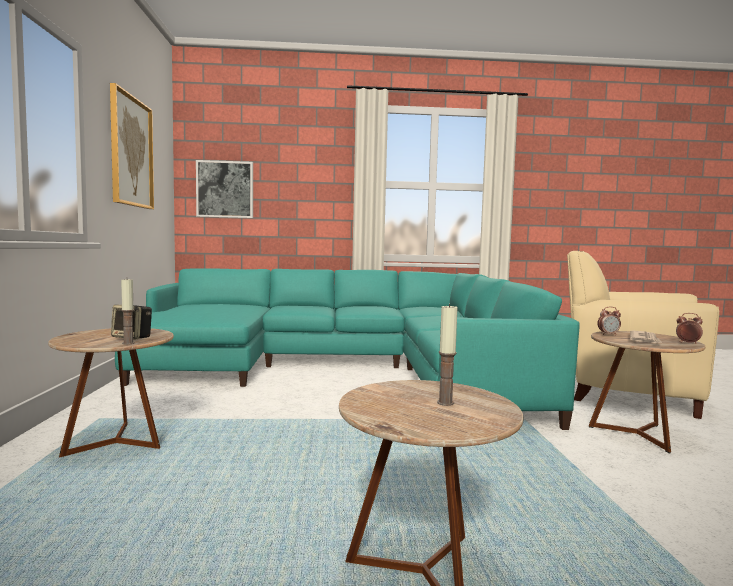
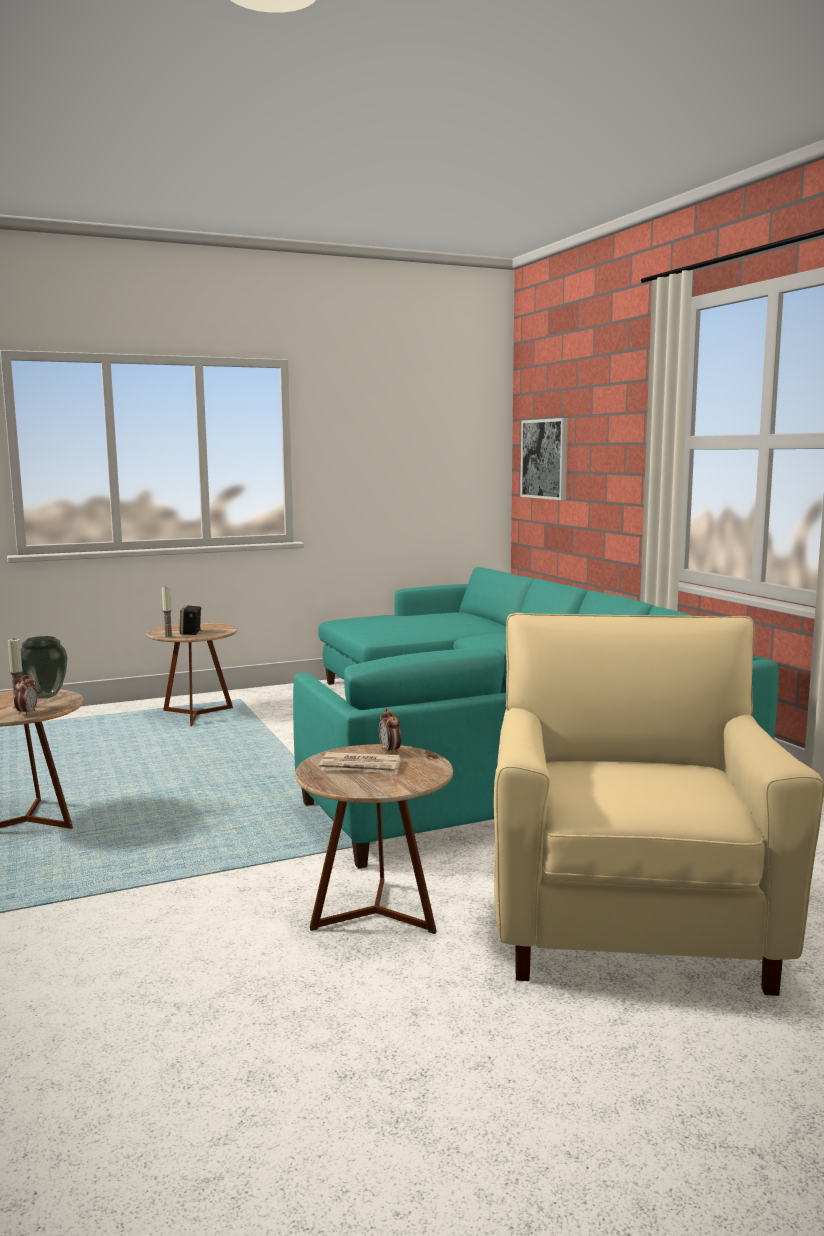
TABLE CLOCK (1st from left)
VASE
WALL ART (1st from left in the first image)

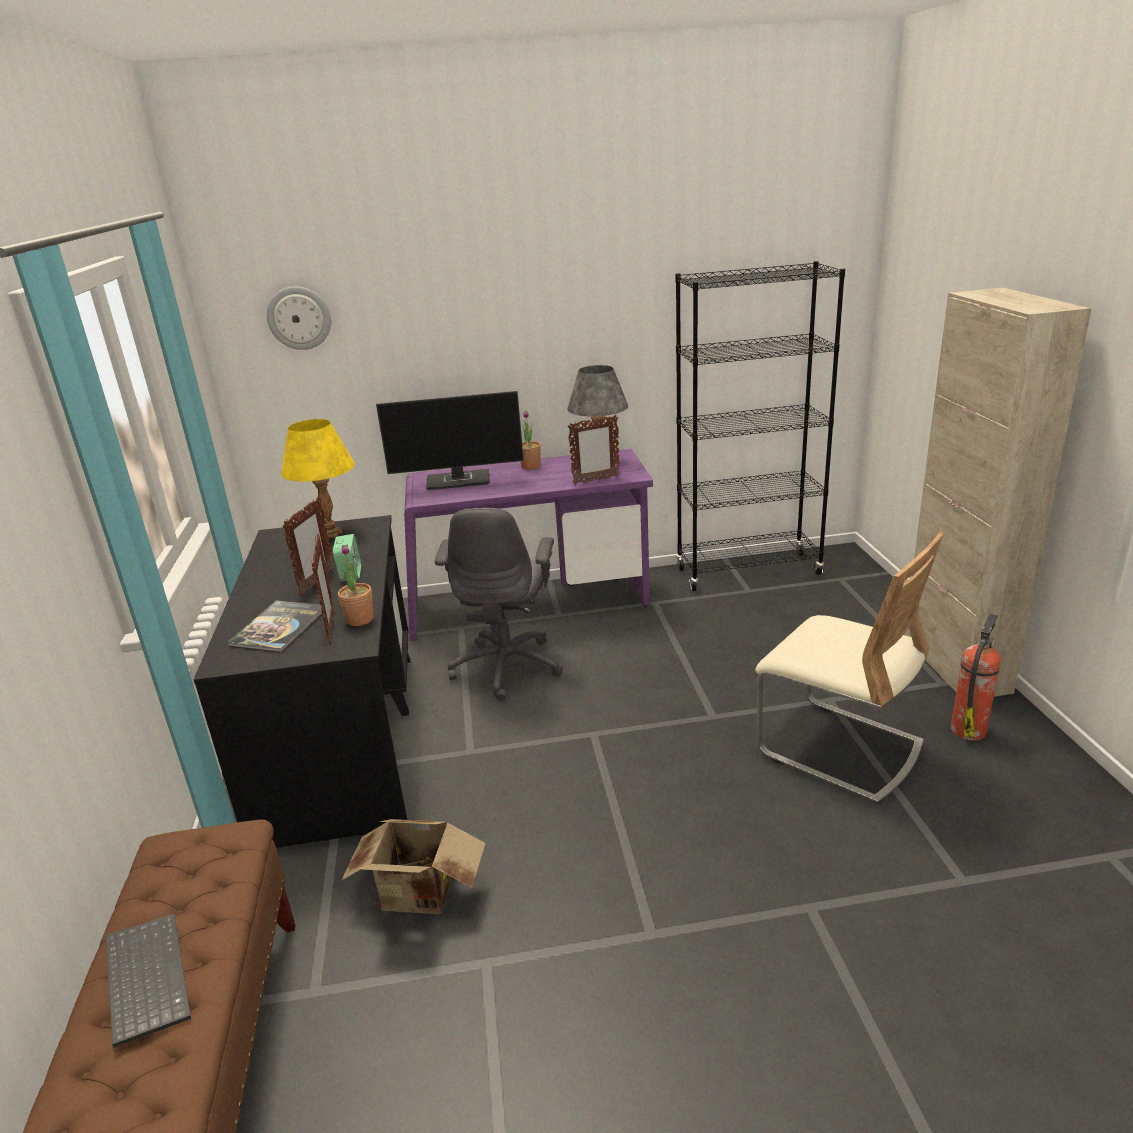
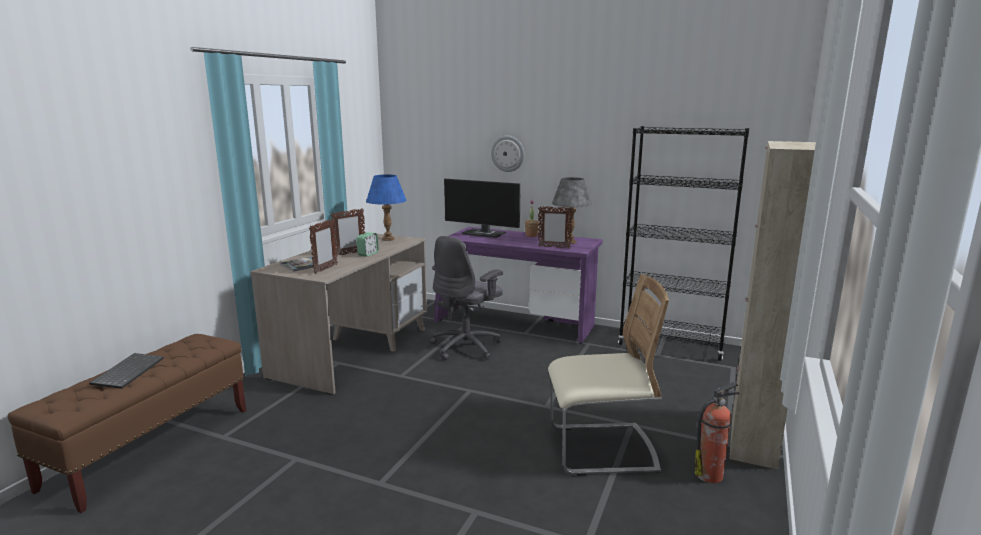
BEIGE-COLOURED DESK UNIT
BLUISH LAMP FOR A TABLE
CLOCK ON THE WALL
BEIGE-COLOURED UPRIGHT CHAIR
PLANT IN A POT (1st from left in the first image)
CARDBOARD BOX

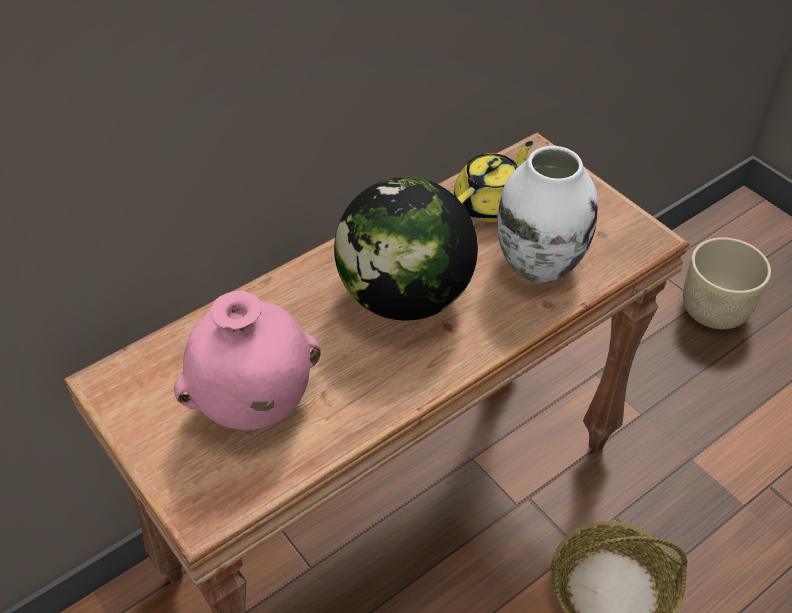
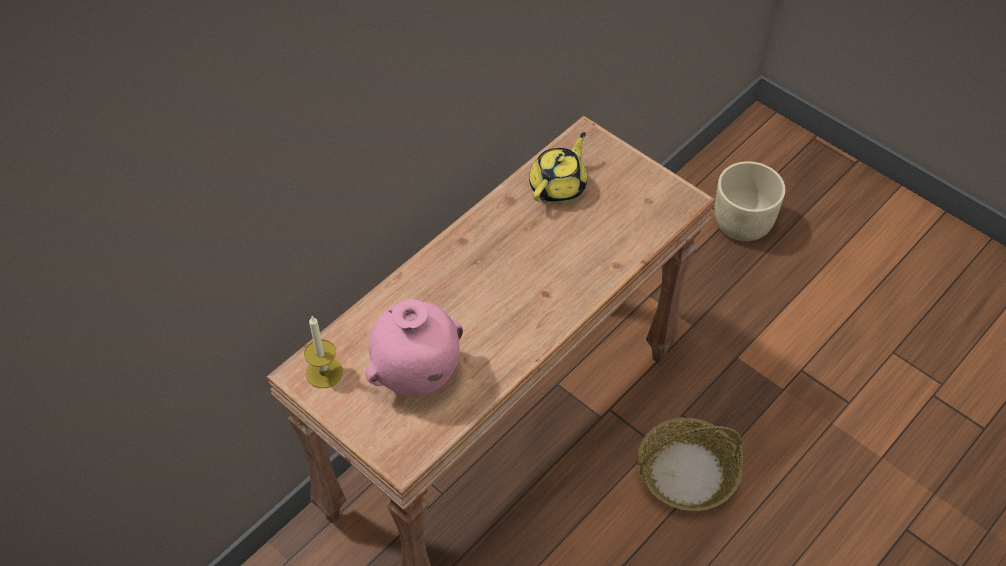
WAX LIGHT
WORLD GLOBE
WHITISH VASE

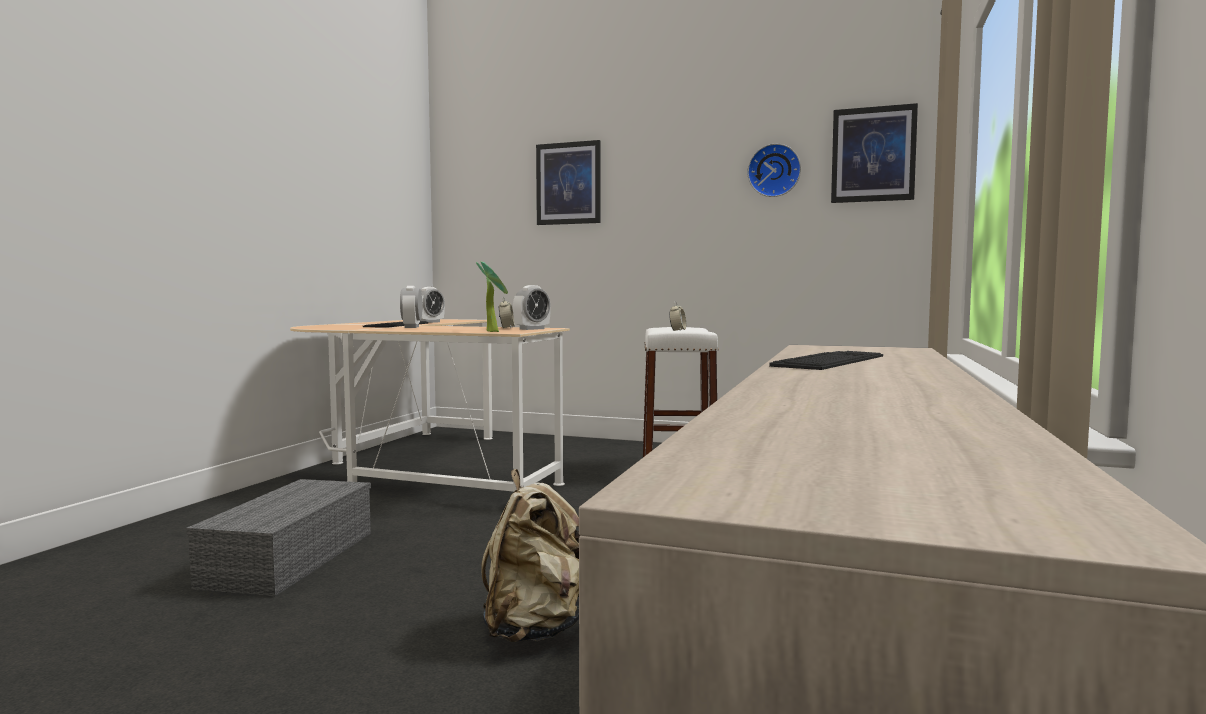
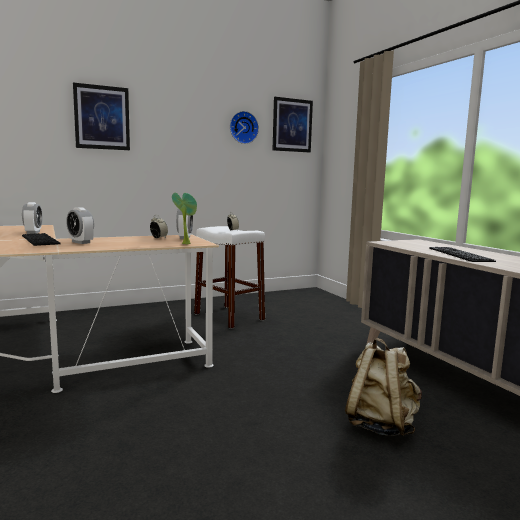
GRAY STORAGE BIN

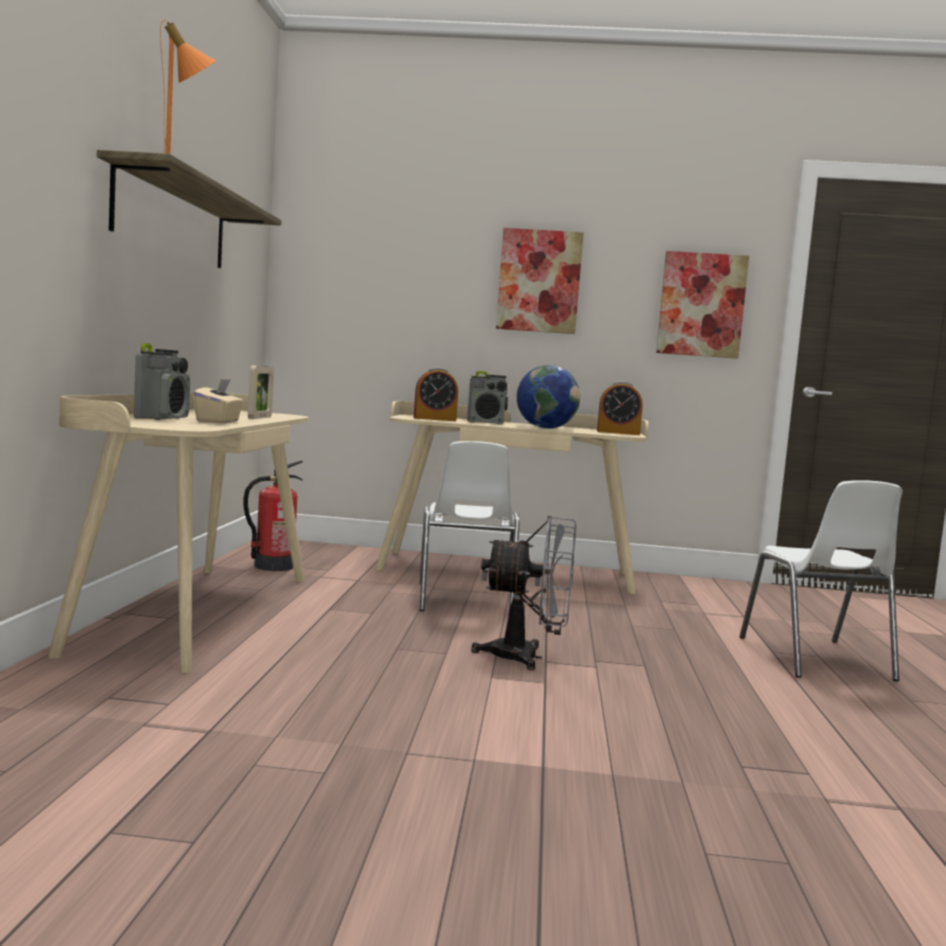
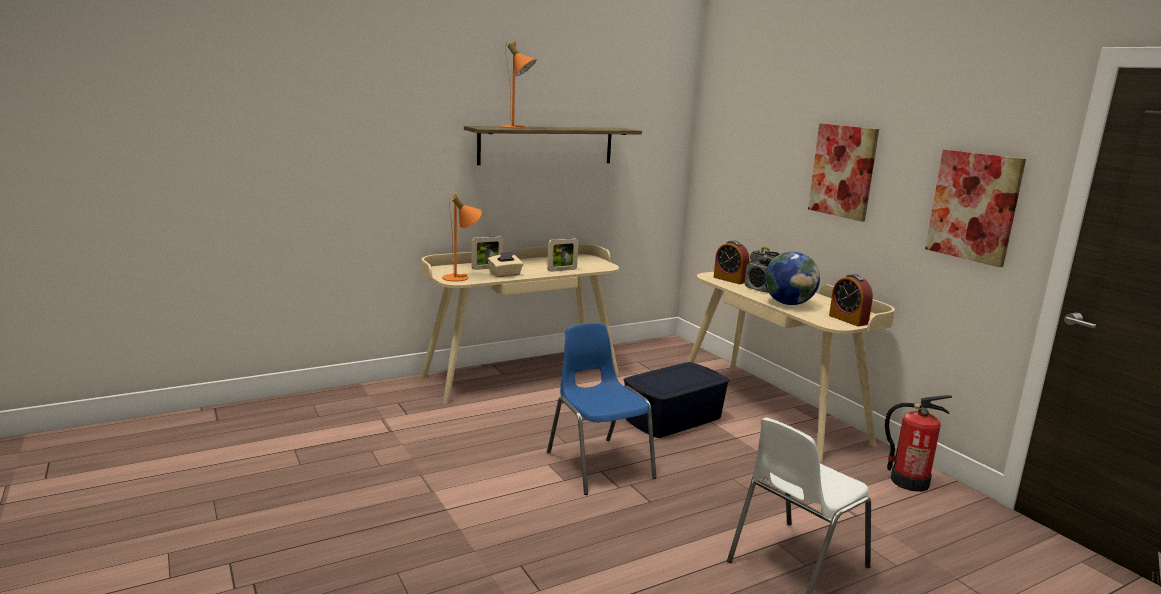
ORANGE LAMP FOR A TABLE (1st from left)
PHOTO FRAME (1st from left)
BLUISH UPRIGHT CHAIR
BLUISH STORAGE BIN
EXTINGUISHER

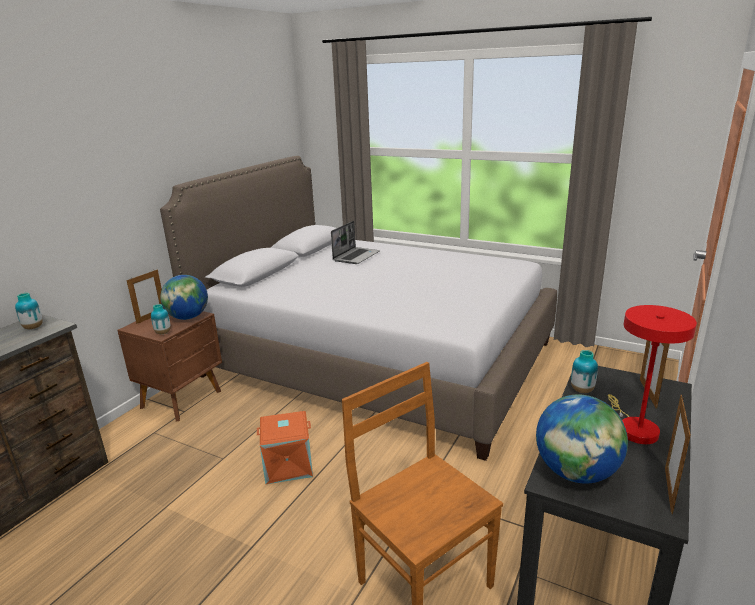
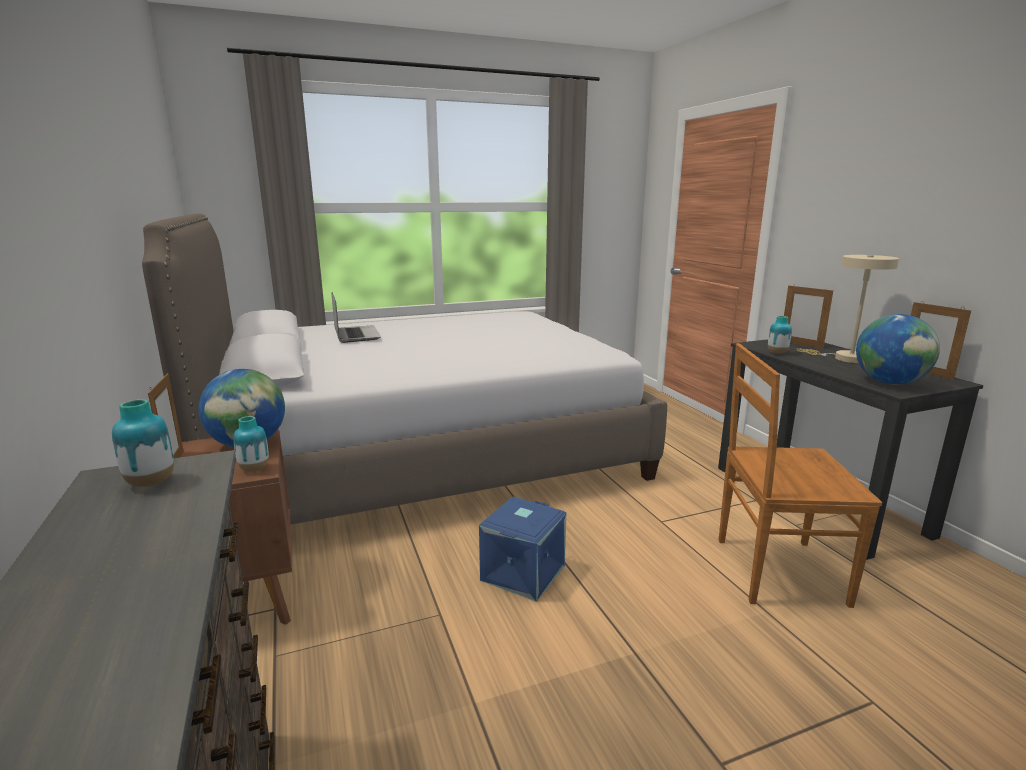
BLUISH STORAGE BIN
BEIGE-COLOURED LAMP FOR A TABLE

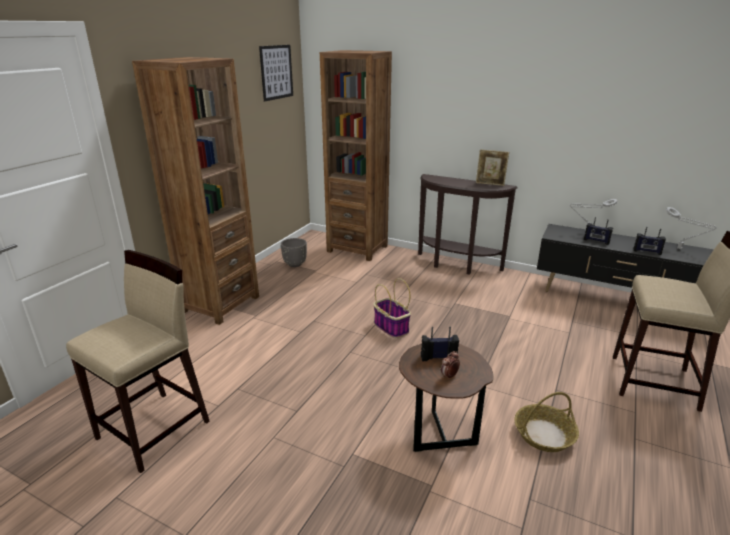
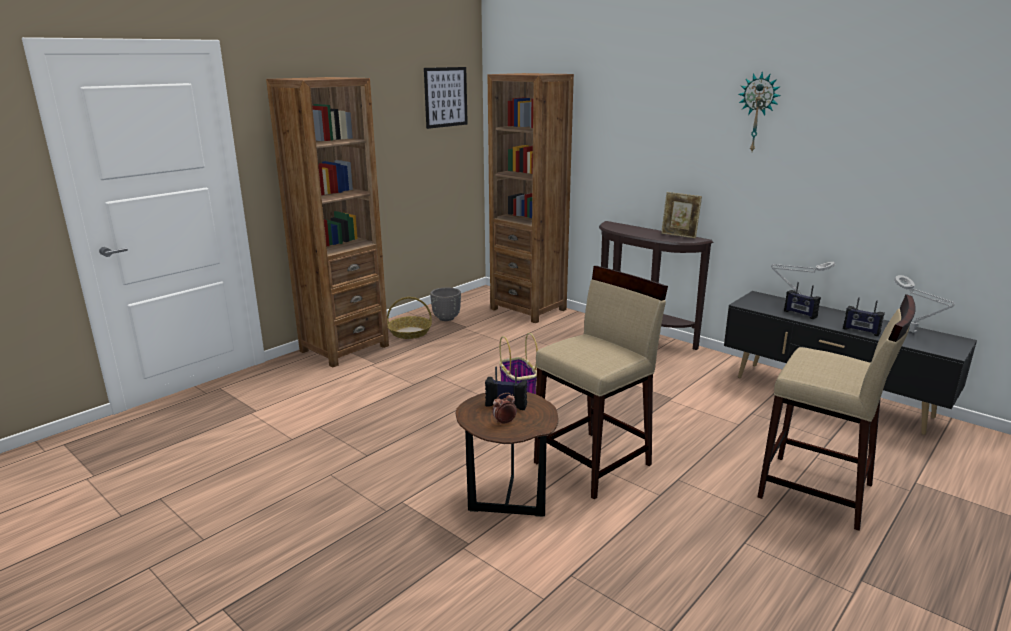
HOUSEHOLD BASKET (1st from left)
BEIGE-COLOURED STOOL SEAT (1st from left)
CLOCK ON THE WALL

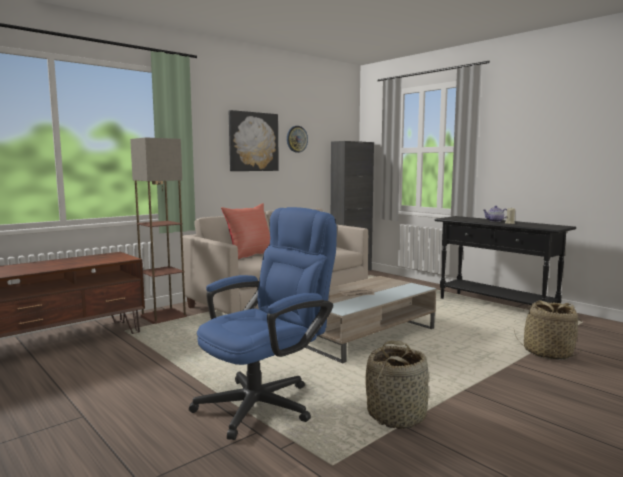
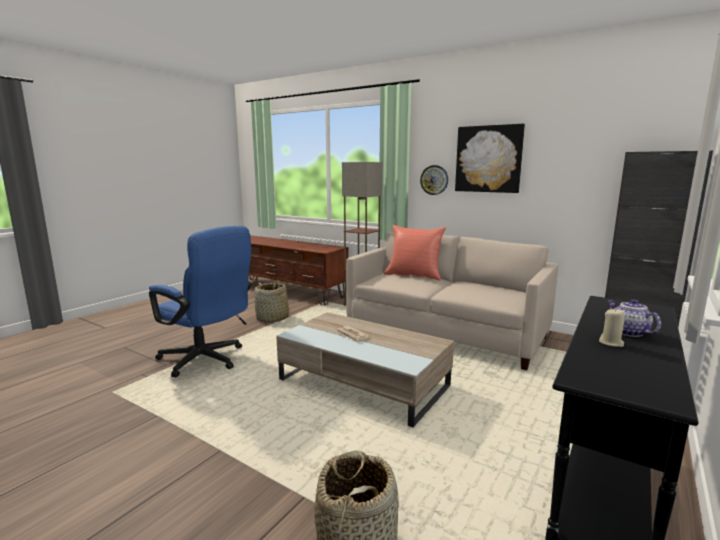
HOUSEHOLD BASKET (1st from left)
CLOCK ON THE WALL

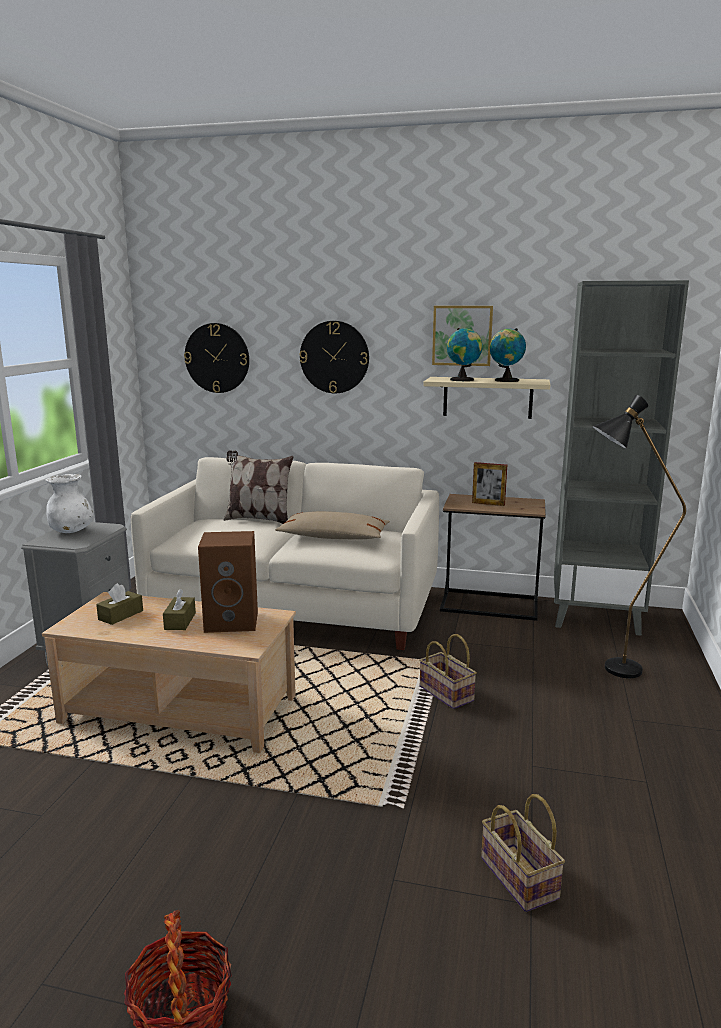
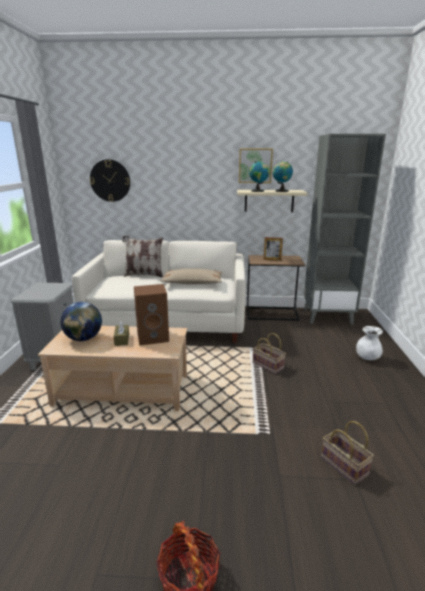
WORLD GLOBE (1st from left)
WHITISH VASE
CLOCK ON THE WALL (2nd from left in the first image)
BLACK STANDING LAMP

